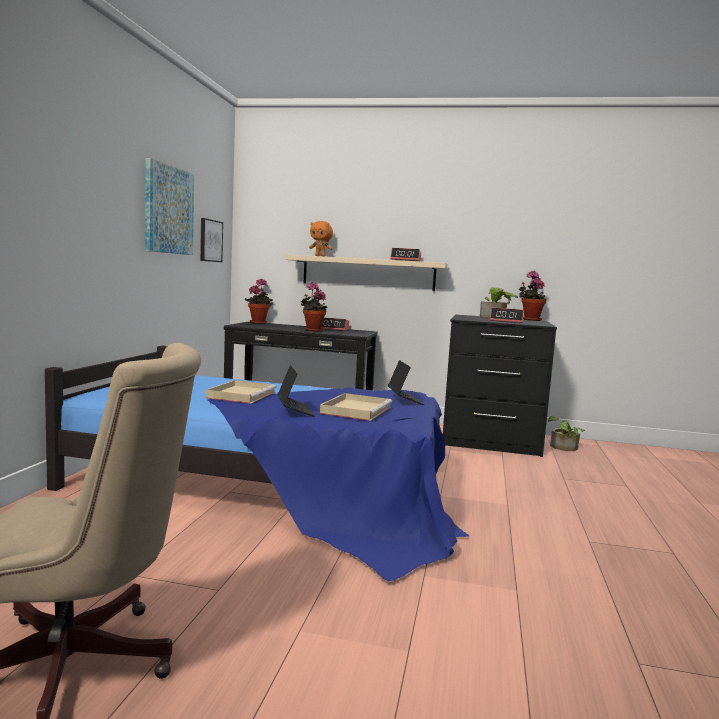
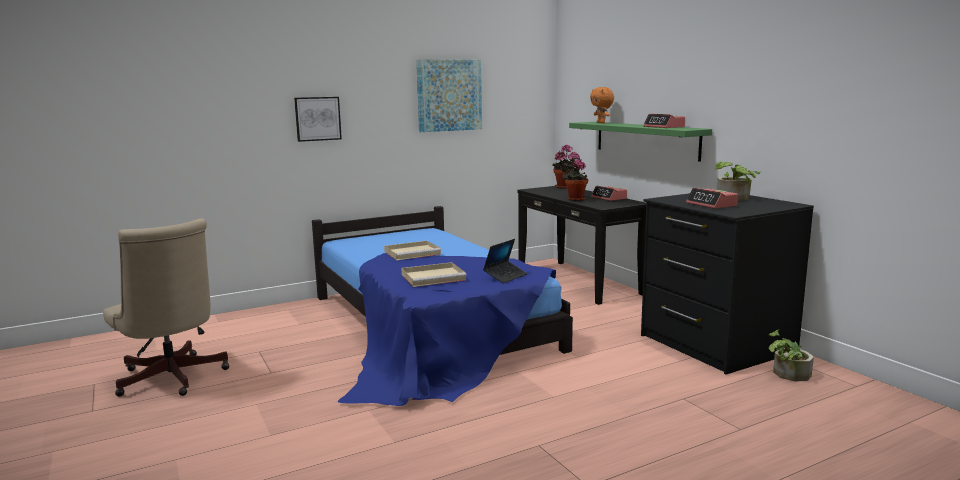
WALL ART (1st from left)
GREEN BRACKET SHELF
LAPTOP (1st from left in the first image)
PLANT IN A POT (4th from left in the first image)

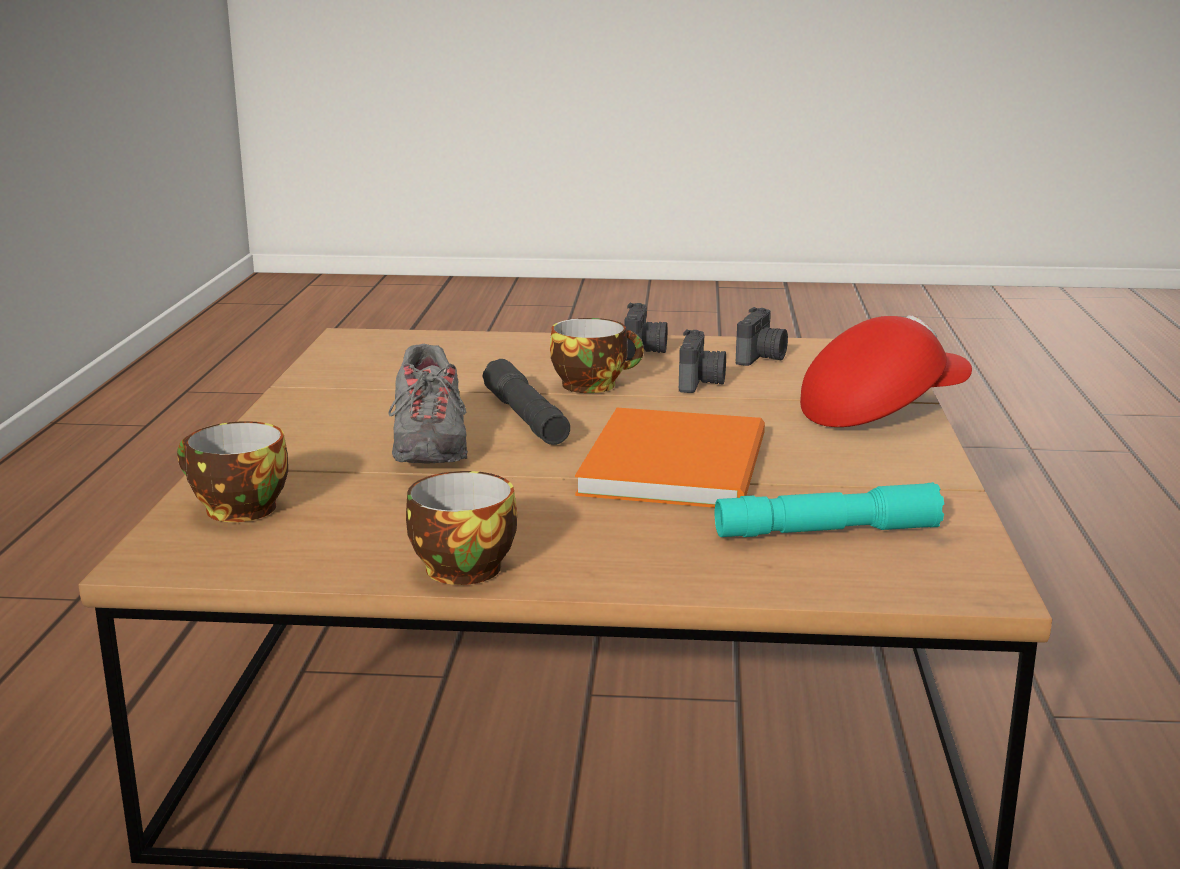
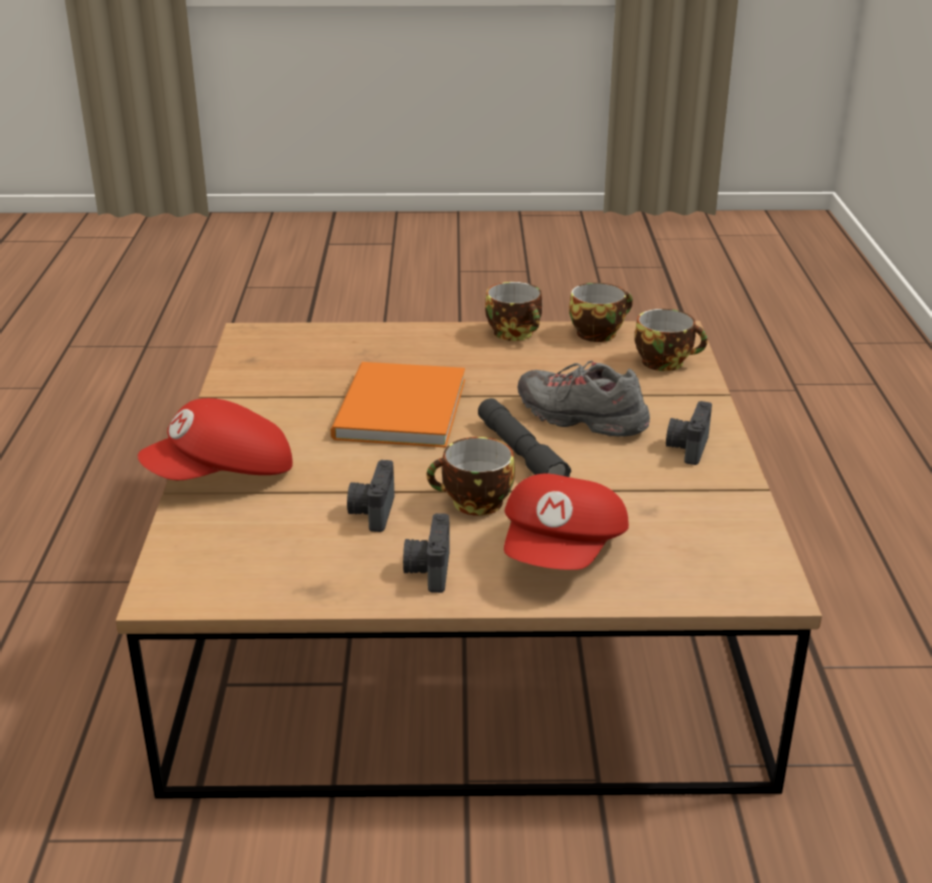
RED PEAKED CAP (2nd from left)
GRAY SHOE
DRINKING CUP (3rd from left)
STILL CAMERA (3rd from left)
TURQUOISE TORCH

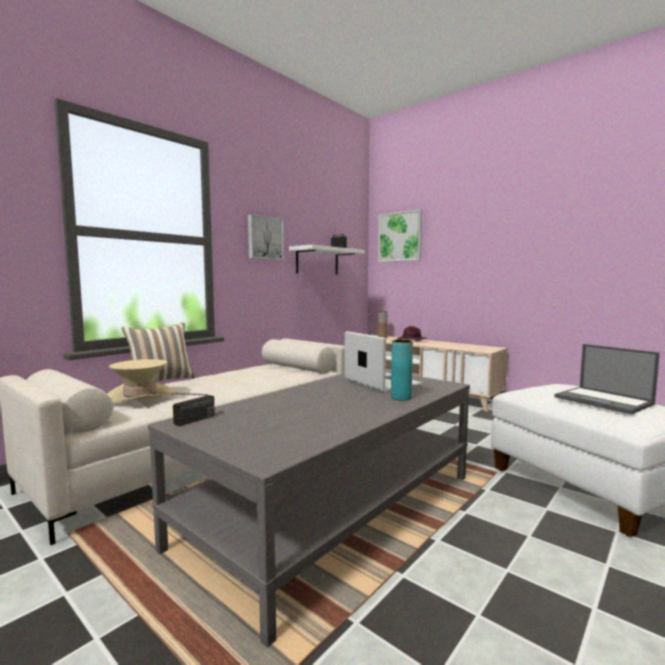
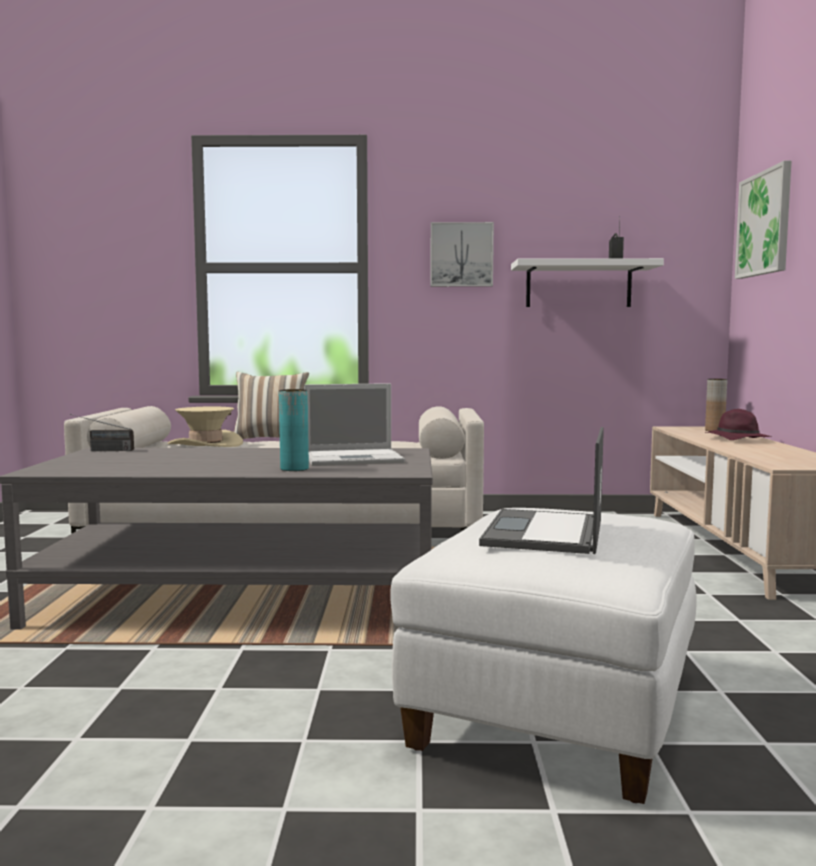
LAPTOP (1st from left)

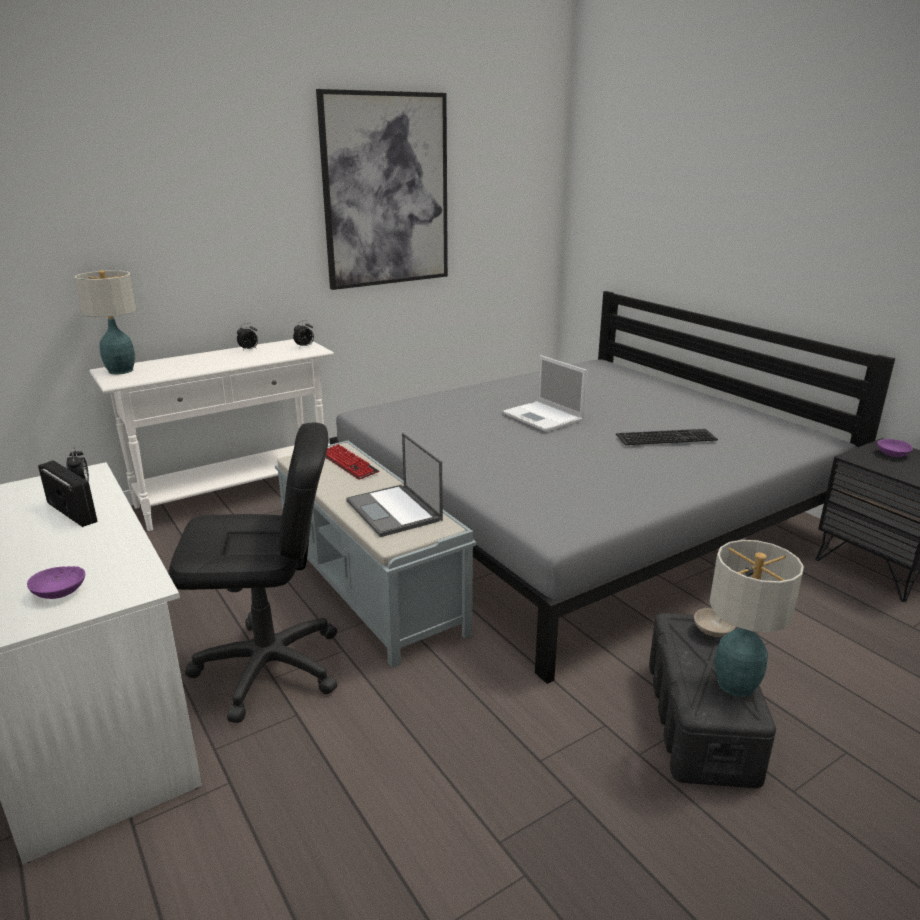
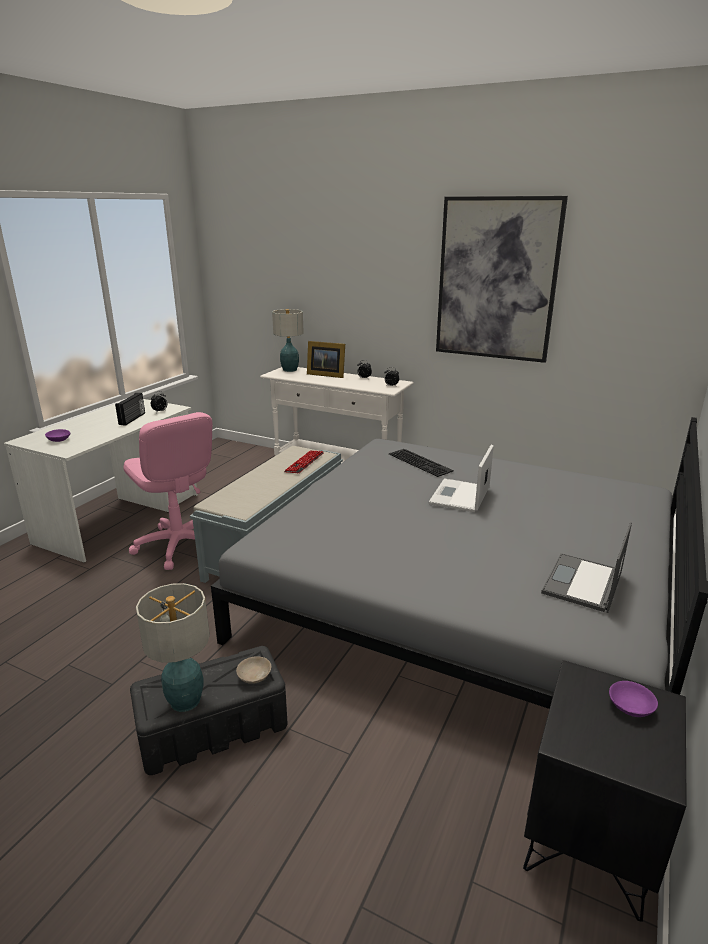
PINK-COLOURED OFFICE CHAIR
PHOTO FRAME
COMPUTER KEYBOARD (2nd from left)
LAPTOP (2nd from left)

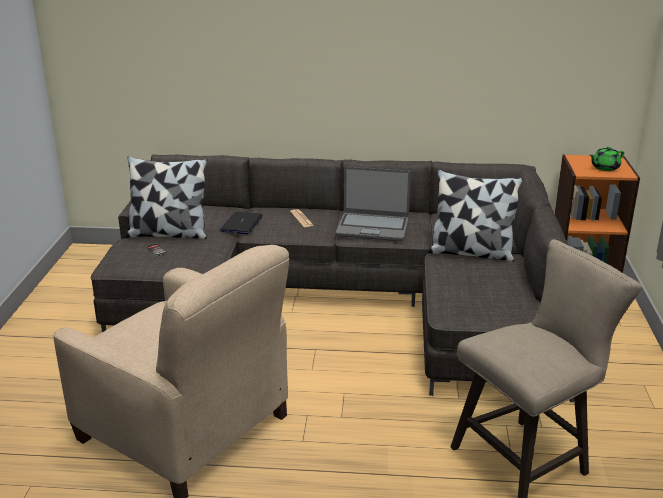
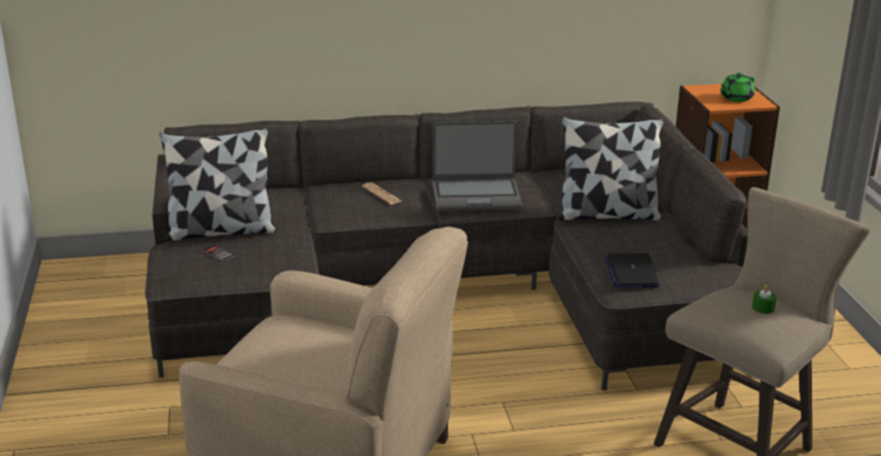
LAPTOP (2nd from left)
GREEN WAX LIGHT

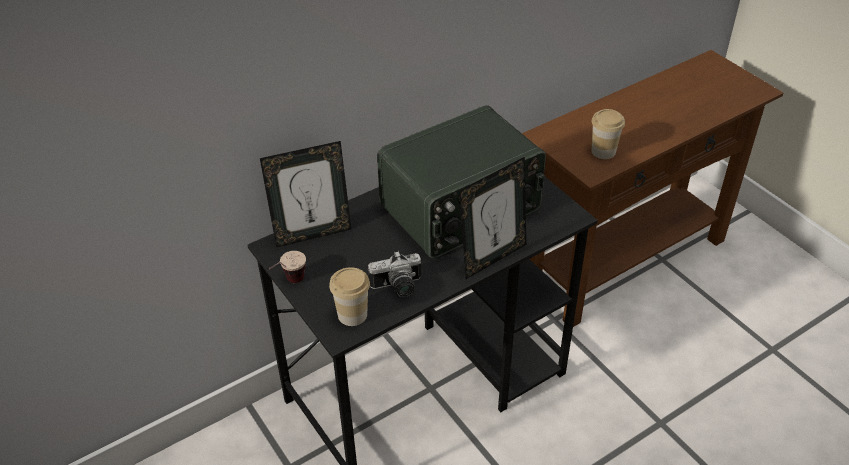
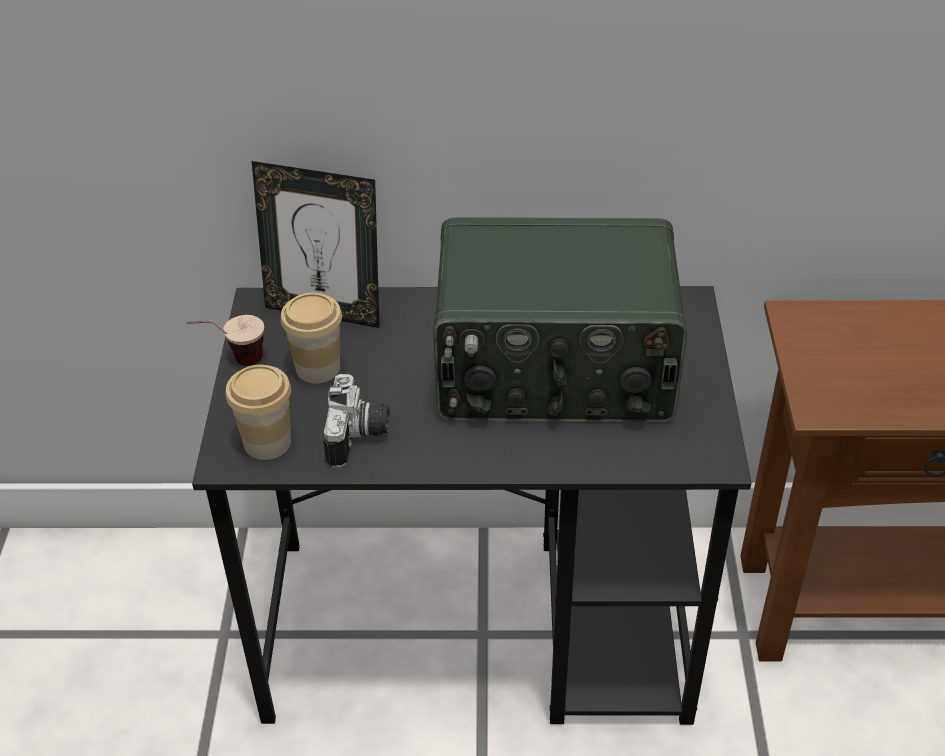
DRINKING CUP (3rd from left)
STILL CAMERA
PHOTO FRAME (2nd from left in the first image)

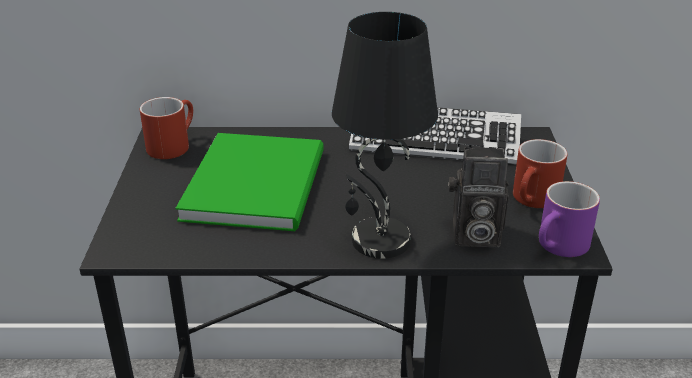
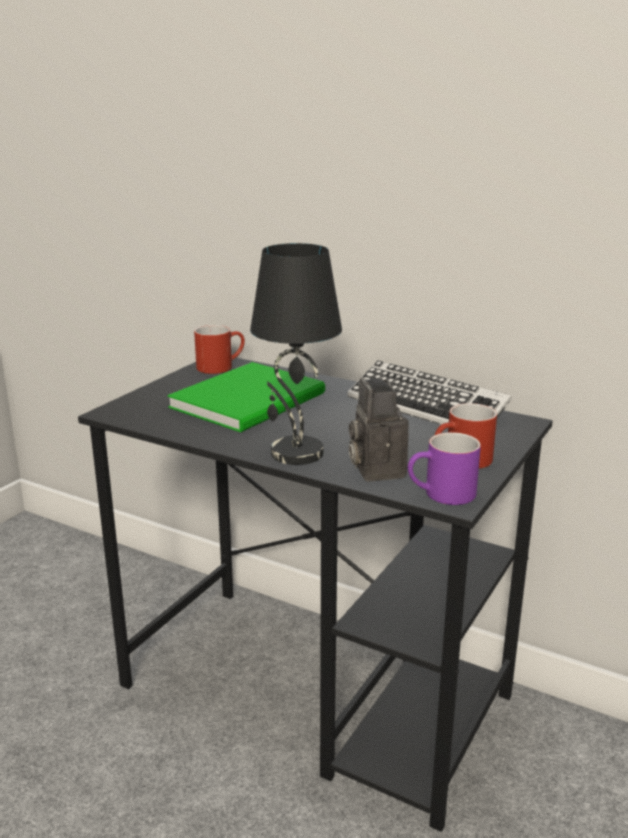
STILL CAMERA

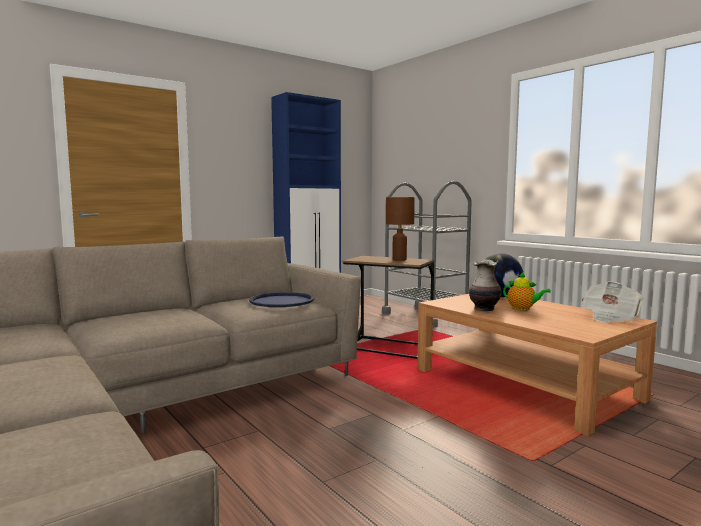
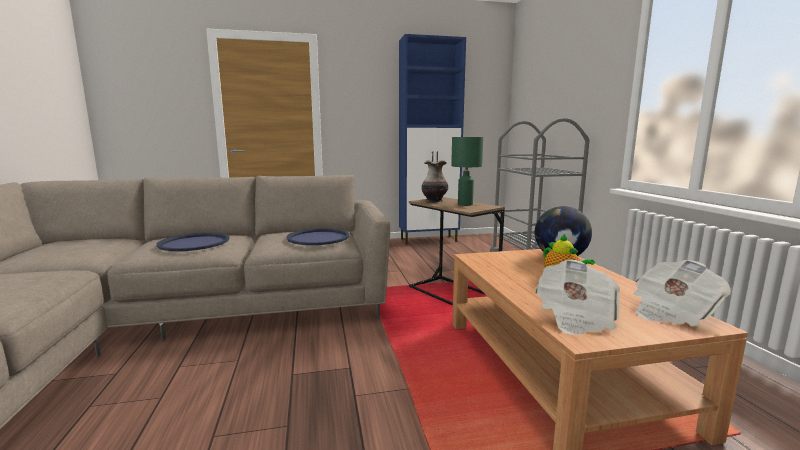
BLUISH TRAY (1st from left)
VASE
GREEN LAMP FOR A TABLE
PRINTED PAPER (1st from left)

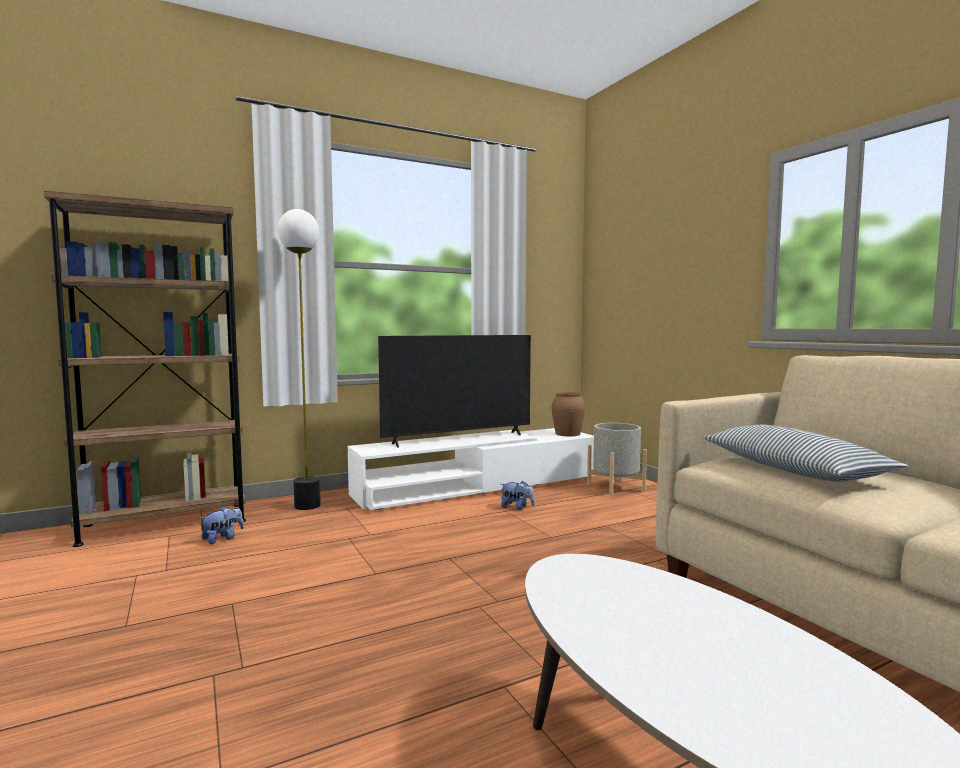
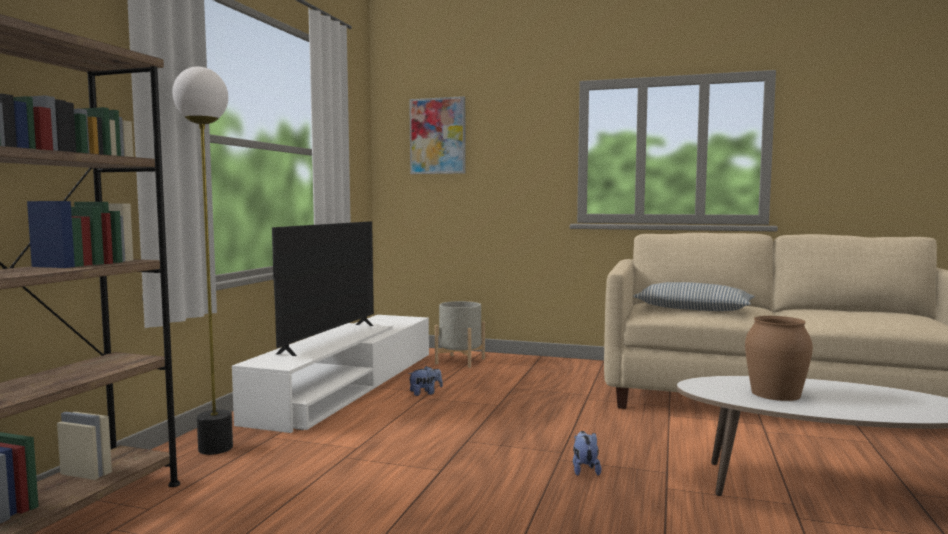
WALL ART
CUDDLY TOY (2nd from left)
BROWNISH VASE

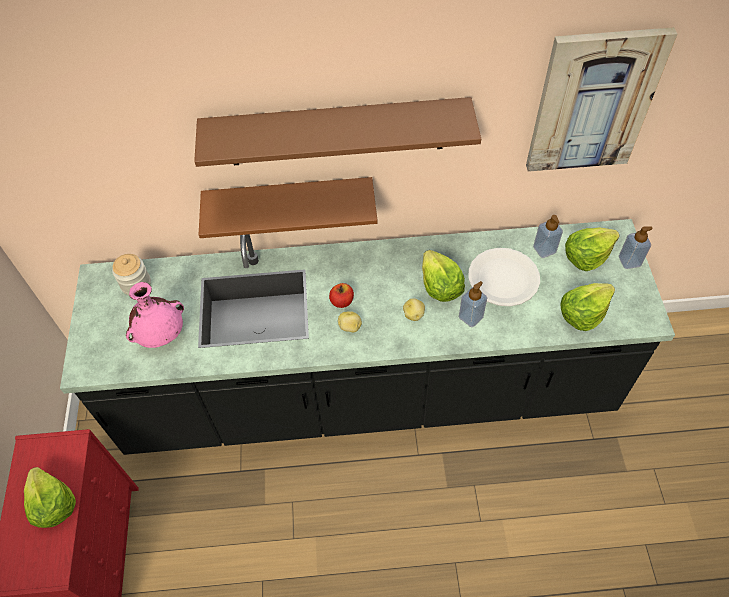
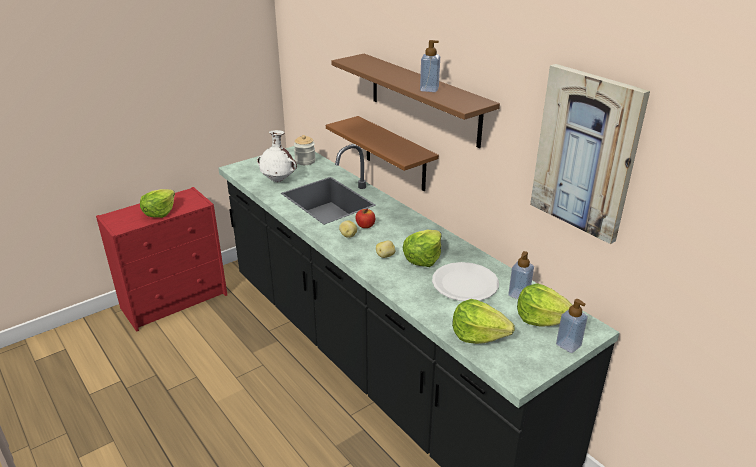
WHITISH VASE
SOAP BOTTLE (1st from left)

